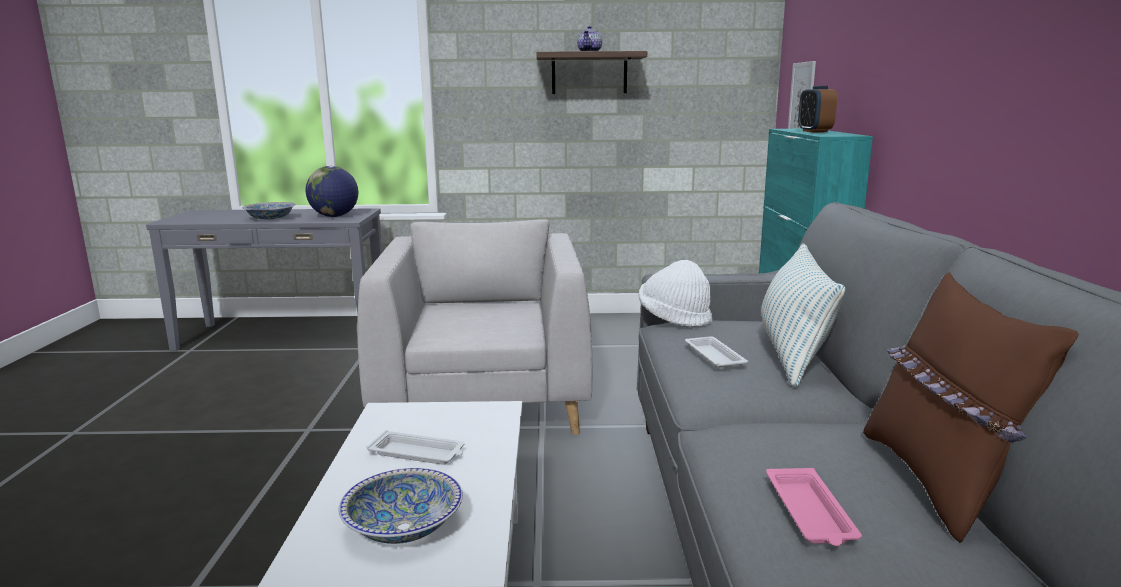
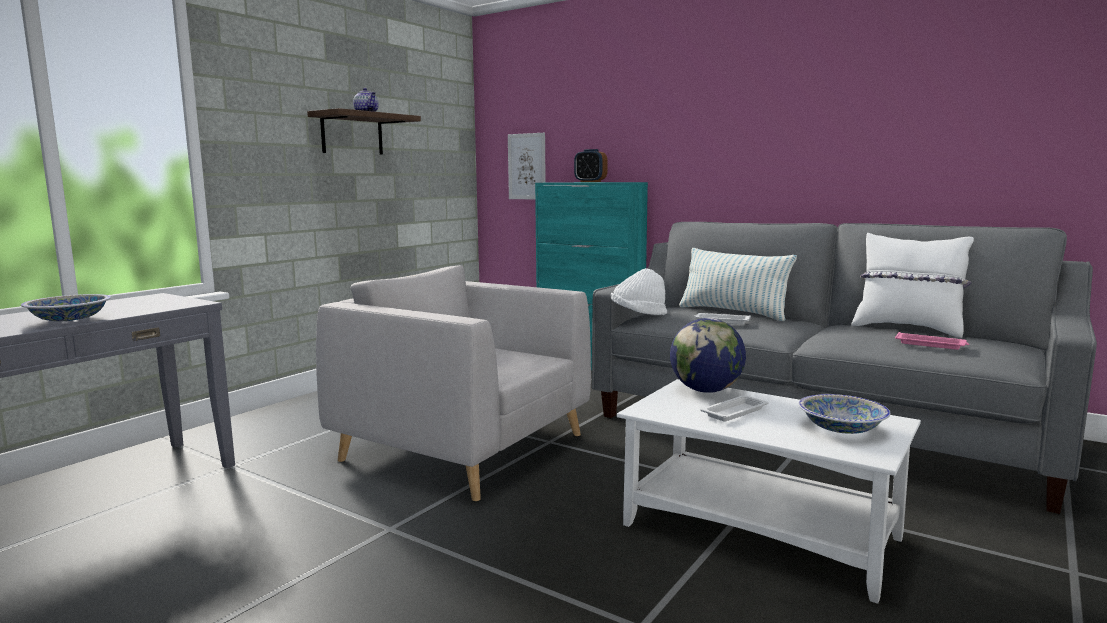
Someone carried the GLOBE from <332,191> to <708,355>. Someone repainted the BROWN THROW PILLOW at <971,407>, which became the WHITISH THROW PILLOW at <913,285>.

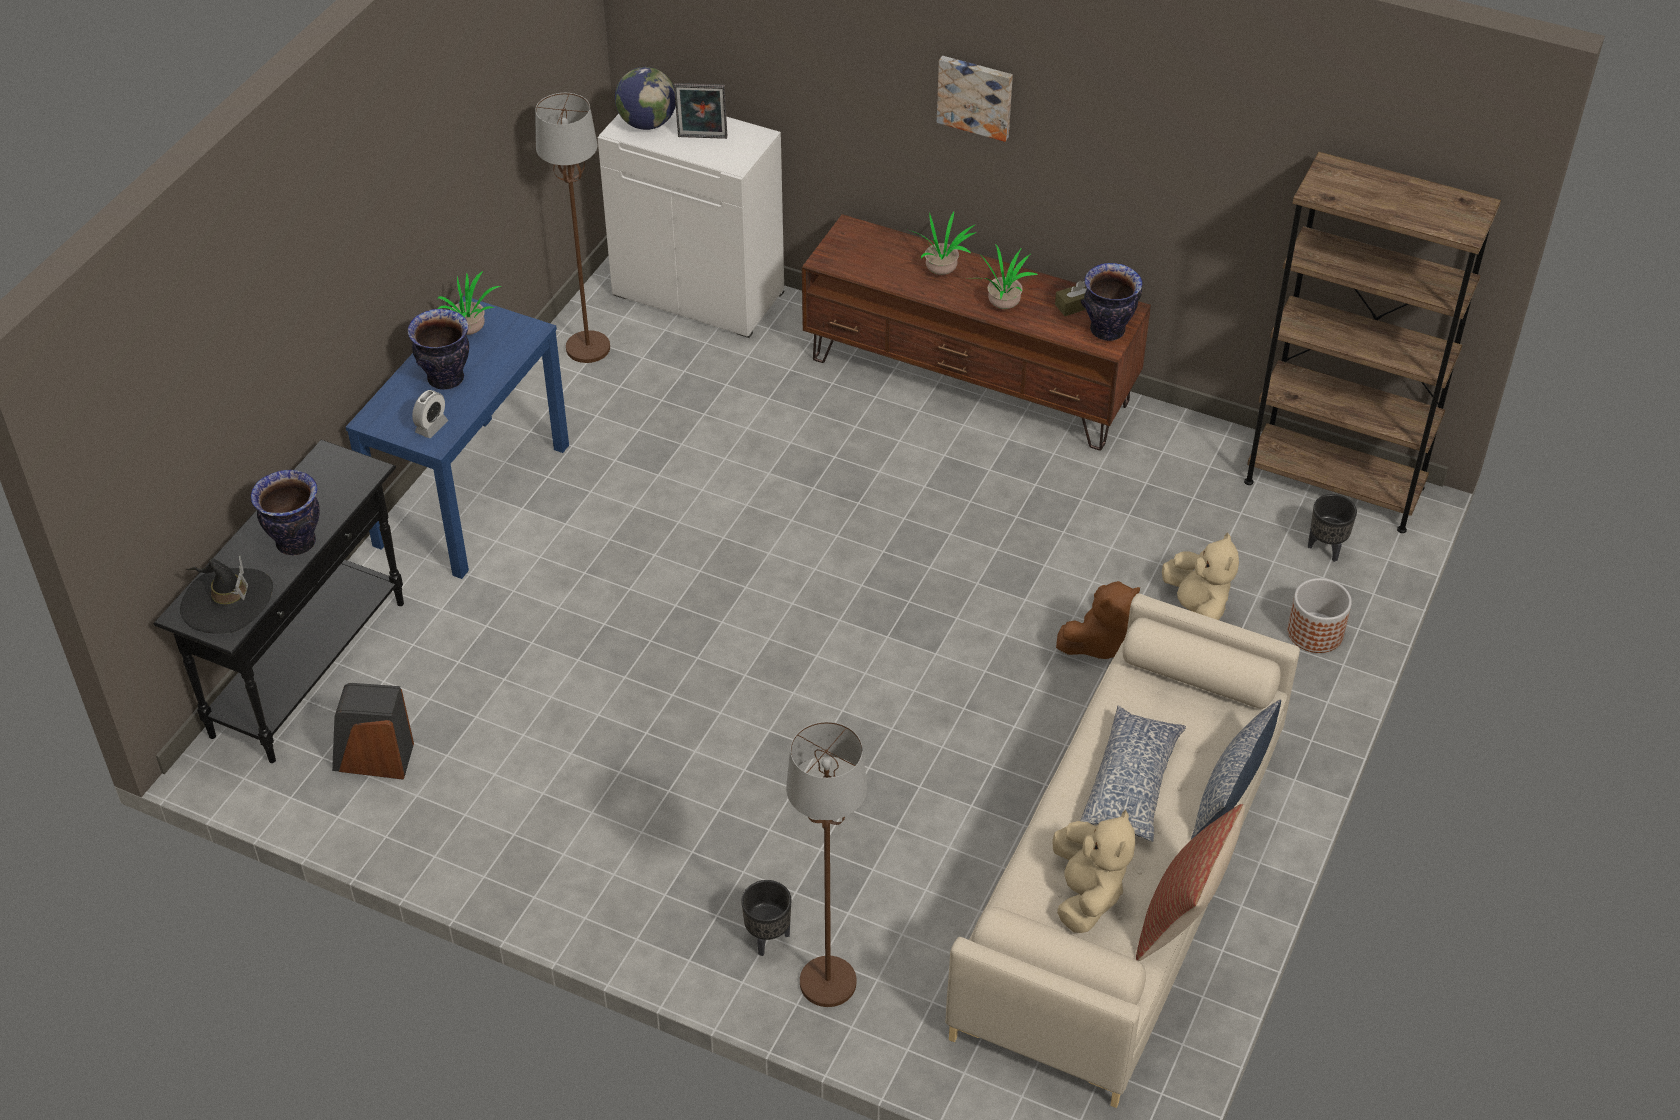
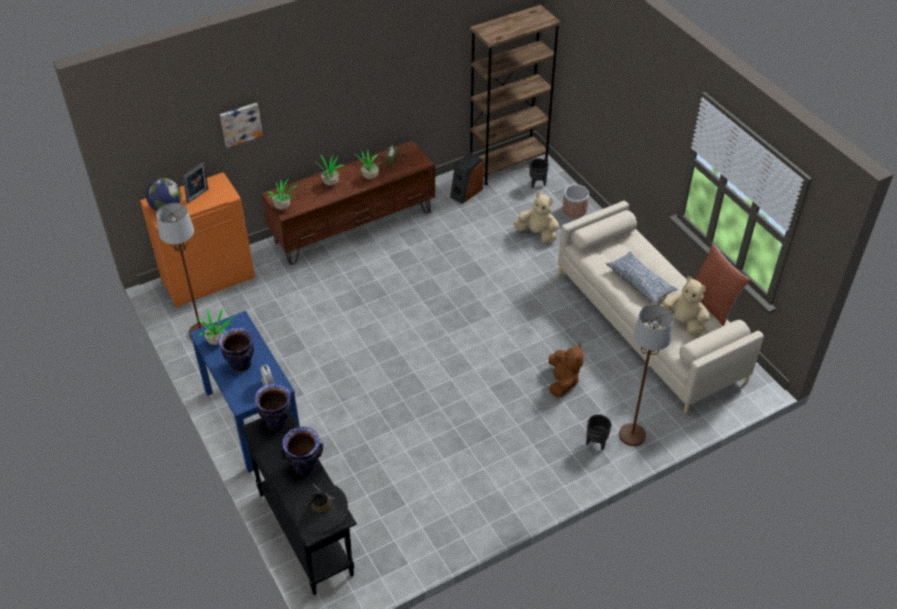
Someone carried the WALL PICTURE from <975,99> to <241,125>. Someone repainted the WHITISH CABINET at <691,222>, which became the ORANGEY CABINET at <197,239>. Someone carried the DECORATIVE VASE from <1111,302> to <272,406>. Someone carried the BROWN PLUSH TOY from <1098,620> to <566,370>. Someone carried the LOUDSPEAKER from <373,731> to <466,178>. Someone took away the THROW PILLOW at <1236,769>. Someone put down the HOUSEPLANT at <283,194>.

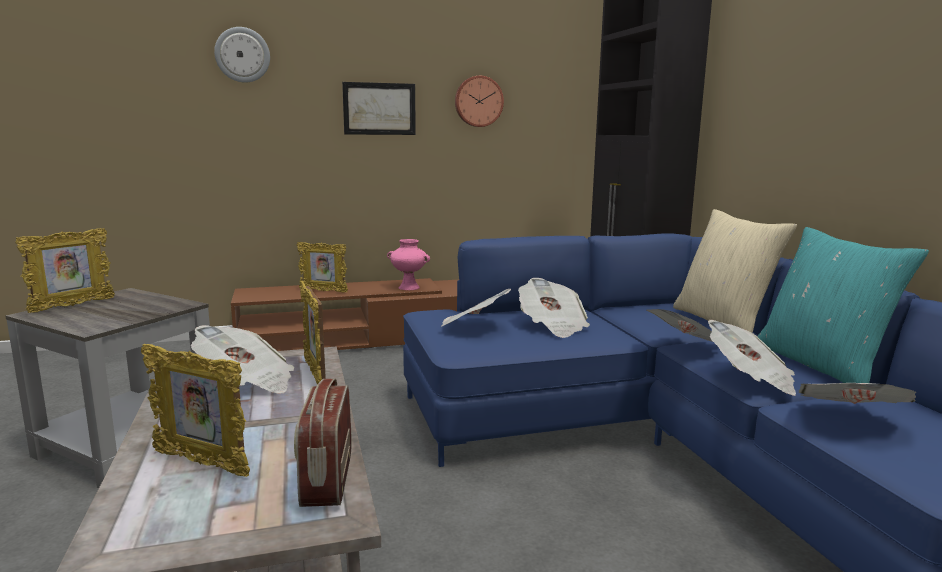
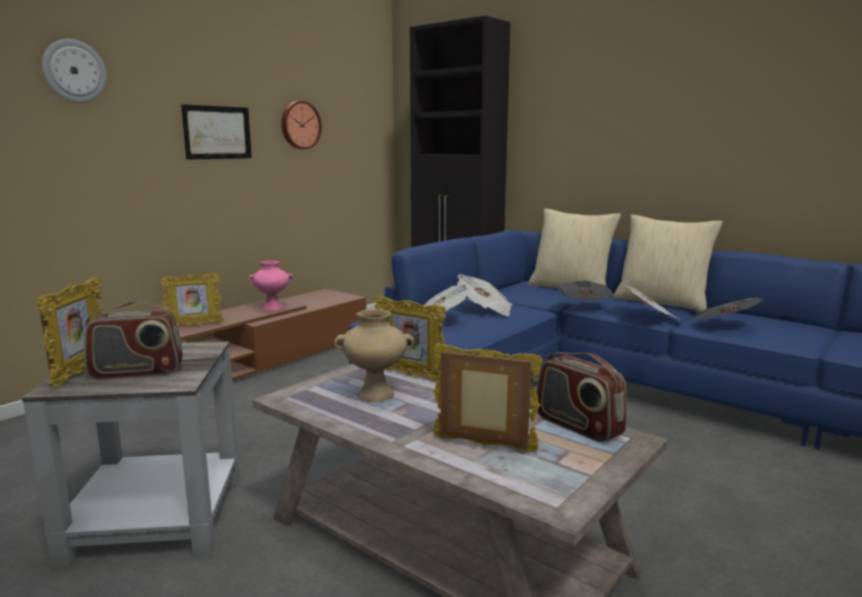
Someone repainted the TURQUOISE-COLOURED THROW PILLOW at <843,305>, which became the SAND-COLOURED THROW PILLOW at <668,263>. Someone swapped the DAILY PAPER at <242,359> for the SAND-COLOURED DECORATIVE VASE at <374,355>. Someone rotated the PHOTO FRAME at <195,410> by 150 degrees counterclockwise. Someone put down the RADIO at <133,340>.

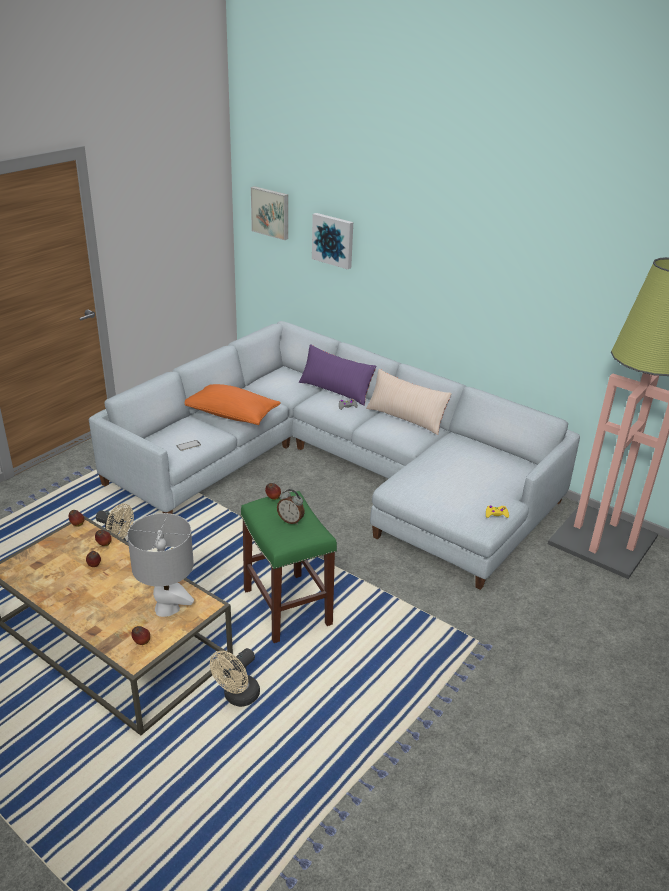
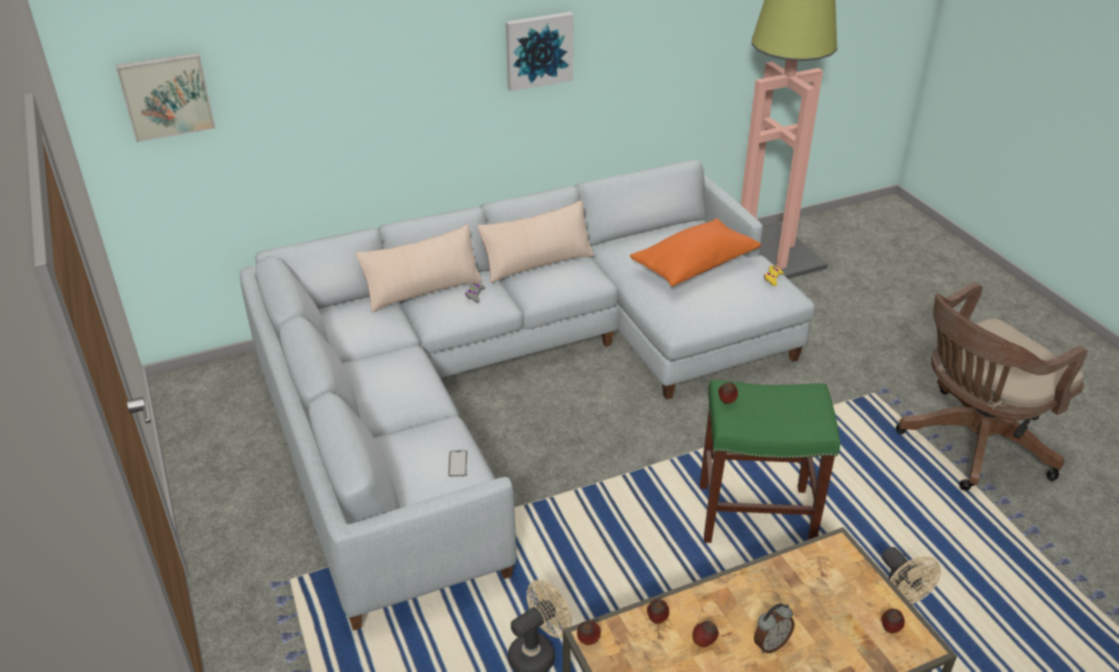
Someone carried the WALL PICTURE from <332,241> to <539,51>. Someone repainted the PURPLE-COLOURED THROW PILLOW at <337,375>, which became the SAND-COLOURED THROW PILLOW at <419,269>. Someone carried the ORANGEY THROW PILLOW from <233,404> to <695,252>. Someone carried the TABLE CLOCK from <291,507> to <774,628>. Someone took away the GREY TABLE LAMP at <160,565>. Someone put down the BROWN COMPUTER CHAIR at <992,386>.

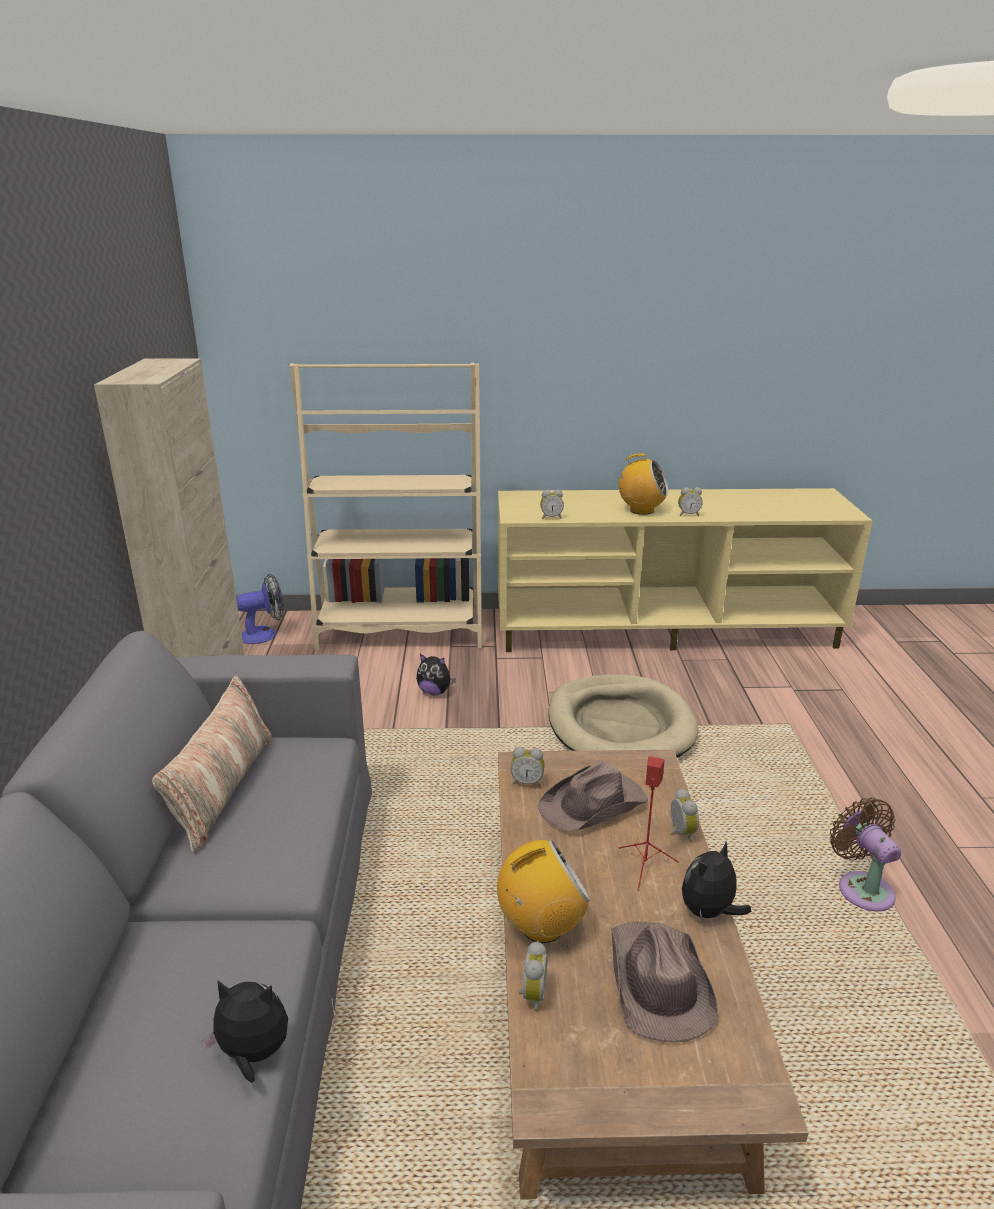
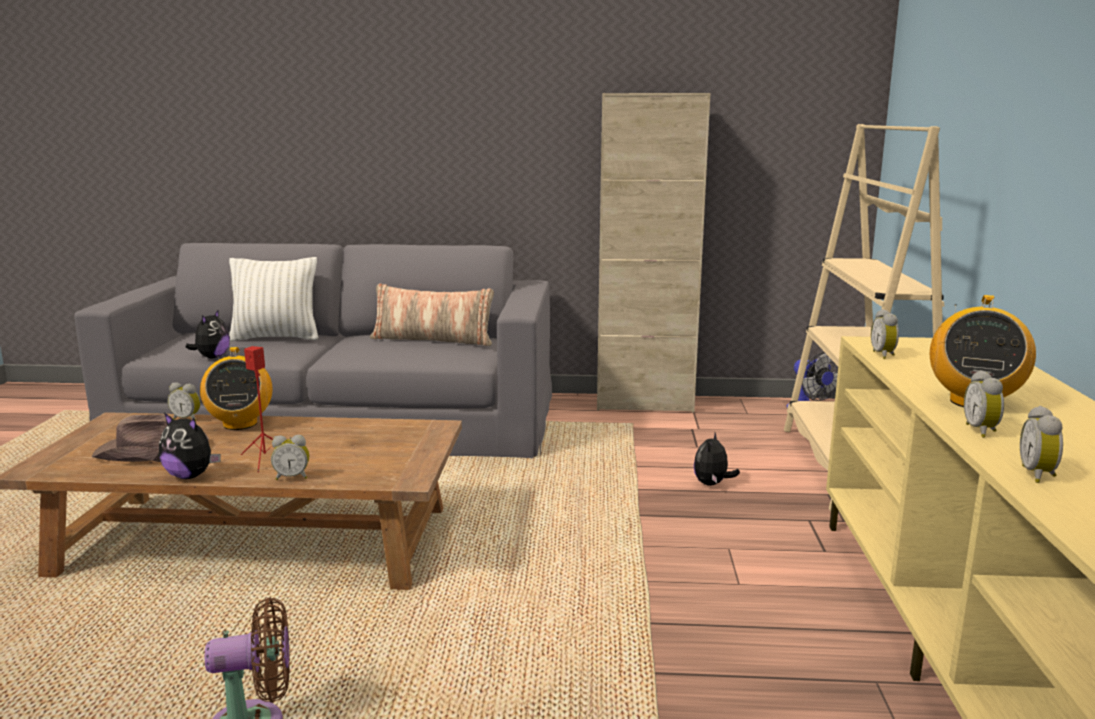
Someone took away the SAND-COLOURED PET BED at <623,716>. Someone carried the TABLE CLOCK from <527,767> to <1041,444>. Someone took away the BROWN CLOTHING HAT at <593,796>. Someone rotated the PLUSH TOY at <717,882> by 150 degrees clockwise. Someone put down the WHITISH THROW PILLOW at <273,299>.

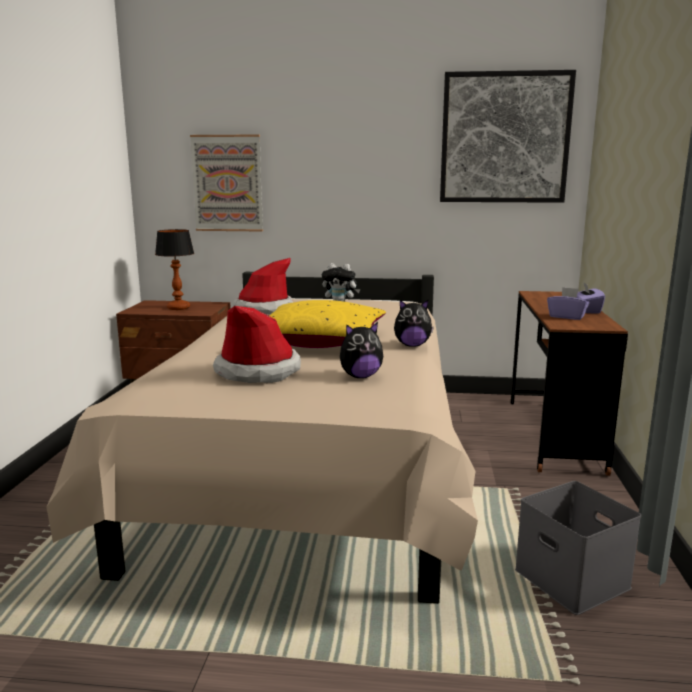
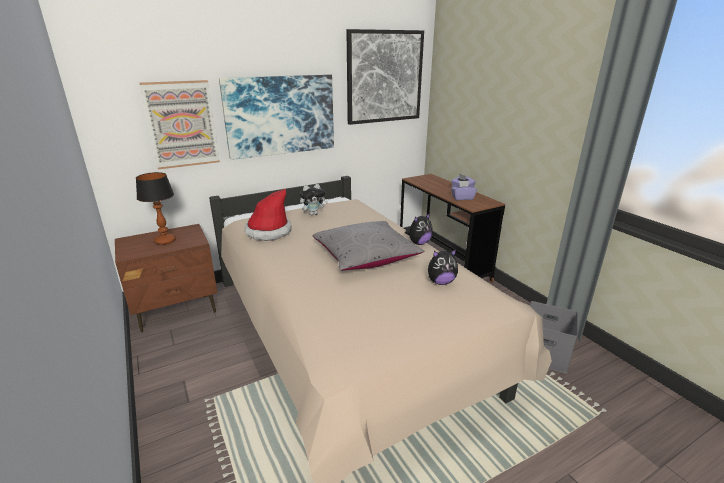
Someone repainted the YELLOW-COLOURED THROW PILLOW at <327,324>, which became the GREY THROW PILLOW at <368,245>. Someone took away the CLOTHING HAT at <257,344>. Someone rotated the PLUSH TOY at <361,350> by 45 degrees clockwise. Someone put up the WALL PICTURE at <276,117>.

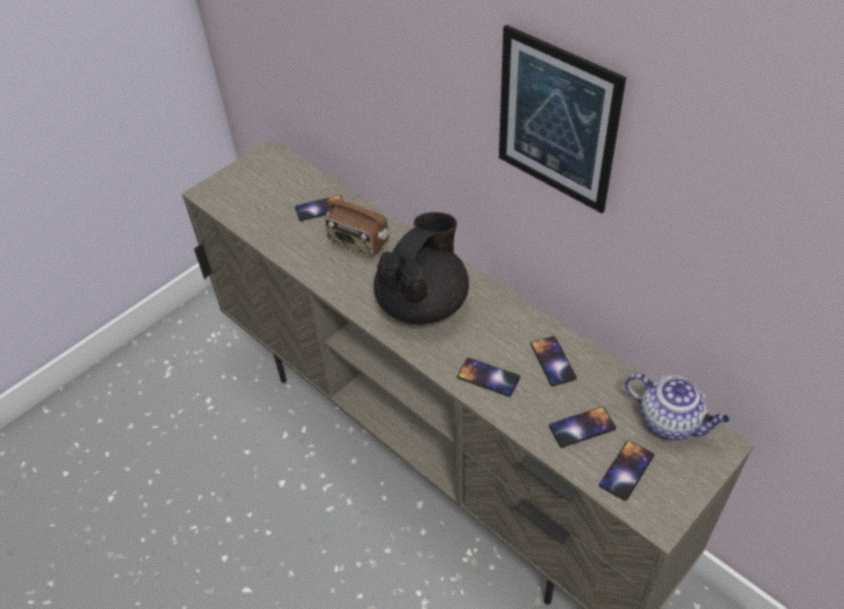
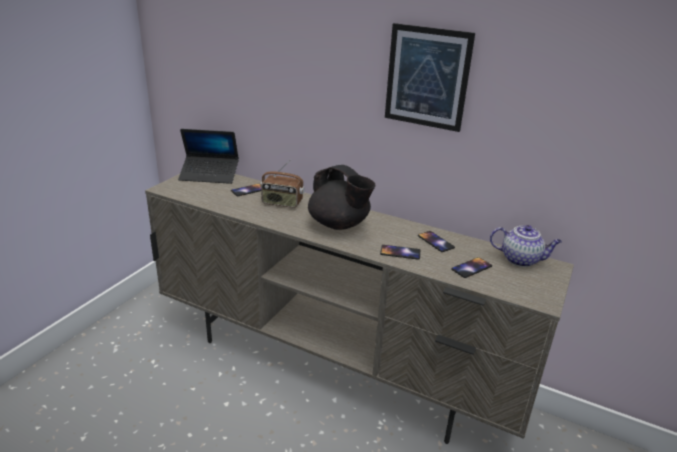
Someone rotated the BLACK-COLOURED TEA POT at <421,268> by 120 degrees clockwise. Someone took away the TELEPHONE at <626,470>. Someone put down the PORTABLE COMPUTER at <208,156>.

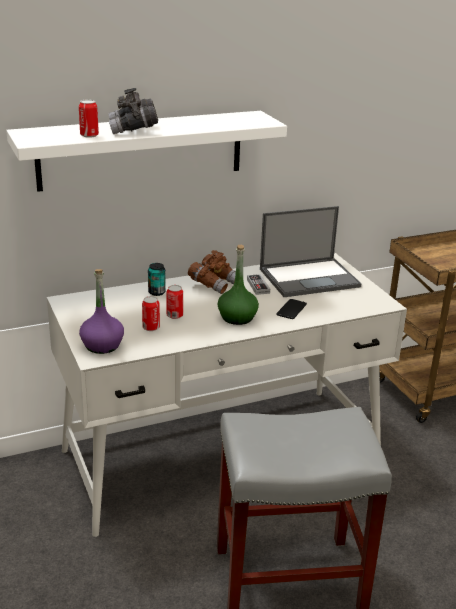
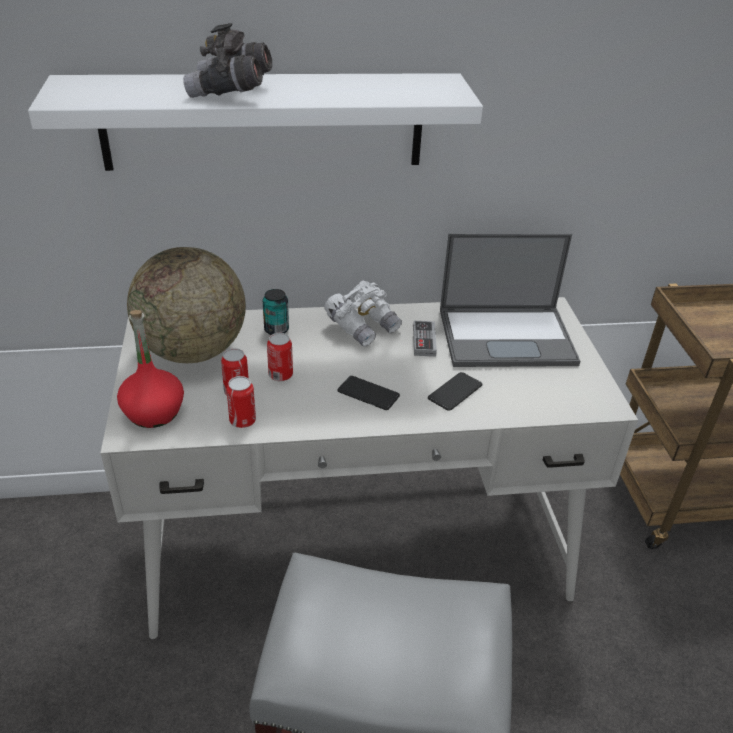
Someone carried the METAL CAN from <89,118> to <241,402>. Someone swapped the GREEN-COLOURED BEVERAGE BOTTLE at <238,285> for the TELEPHONE at <368,393>. Someone repainted the BROWN BINOCULARS at <212,272>, which became the WHITISH BINOCULARS at <363,314>. Someone repainted the PURPLE-COLOURED BEVERAGE BOTTLE at <101,311>, which became the REDDISH BEVERAGE BOTTLE at <150,369>. Someone put down the GLOBE at <186,305>.

